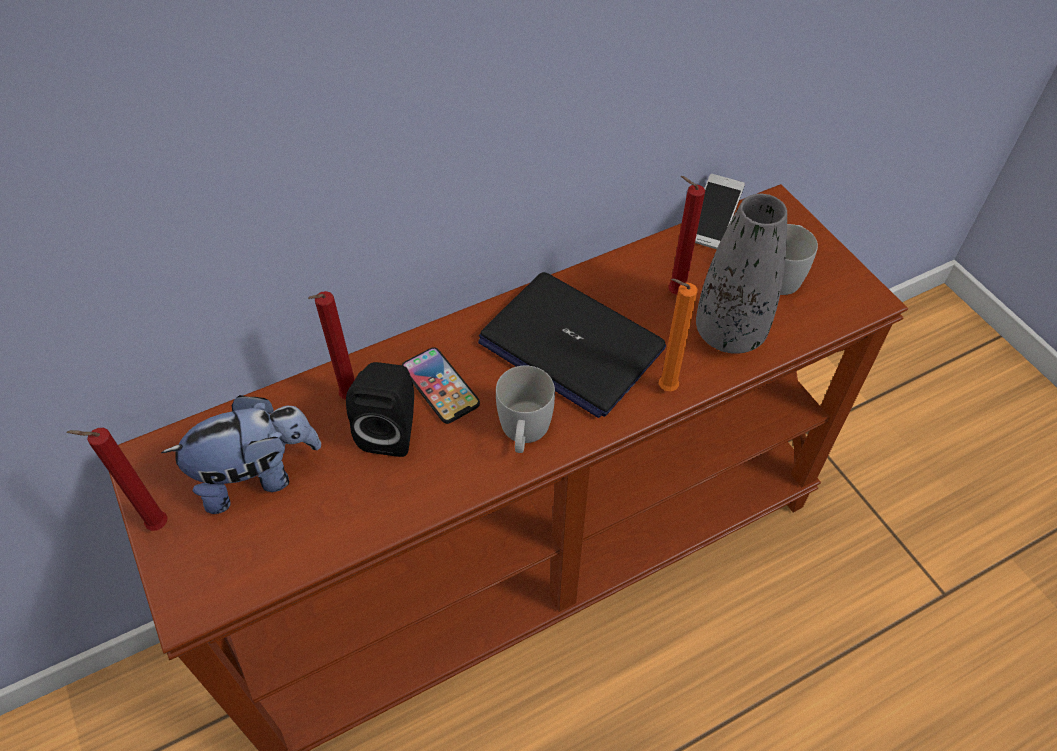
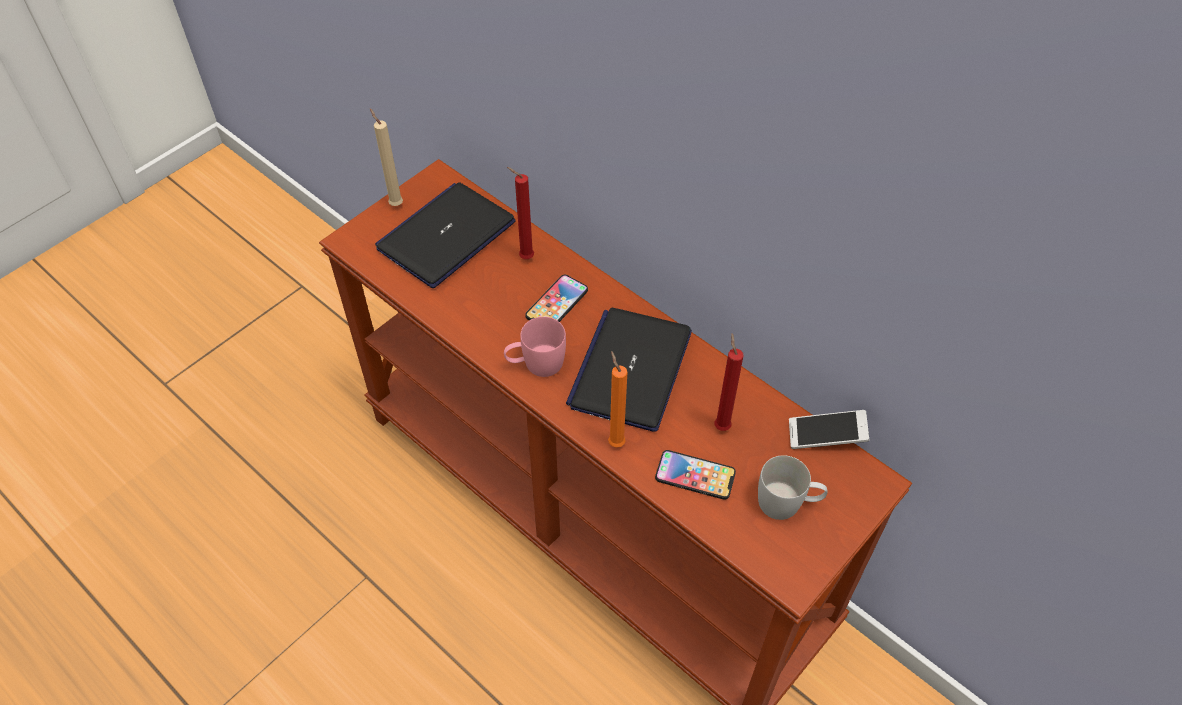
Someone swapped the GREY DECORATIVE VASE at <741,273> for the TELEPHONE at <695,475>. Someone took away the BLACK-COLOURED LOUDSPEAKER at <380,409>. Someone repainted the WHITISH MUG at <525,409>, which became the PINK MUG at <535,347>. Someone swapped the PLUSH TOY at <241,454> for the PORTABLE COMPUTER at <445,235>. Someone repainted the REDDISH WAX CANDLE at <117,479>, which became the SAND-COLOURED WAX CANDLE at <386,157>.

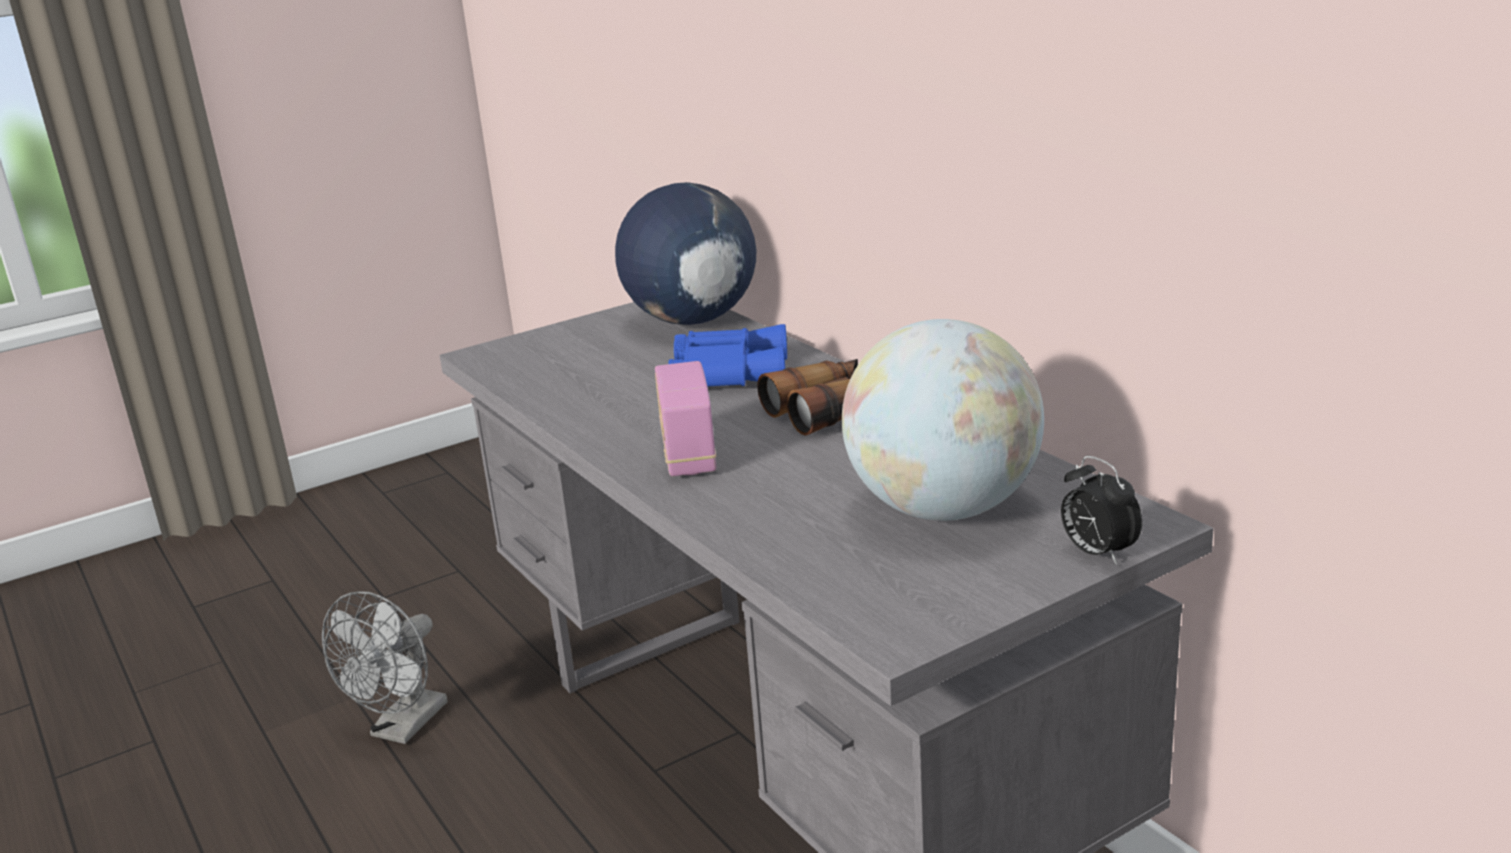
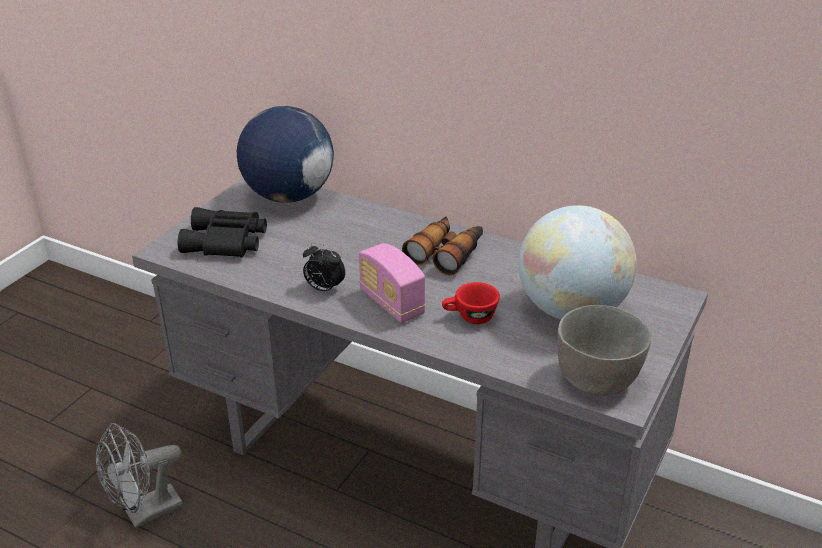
Someone took away the BLUE BINOCULARS at <727,355>. Someone carried the TABLE CLOCK from <1101,510> to <324,268>. Someone rotated the GREY FAN at <385,667> by 60 degrees clockwise. Someone put down the BLACK-COLOURED BINOCULARS at <222,232>. Someone put down the REDDISH SMALL CUP at <471,303>. Someone put down the GREY DEEP DISH at <604,350>.

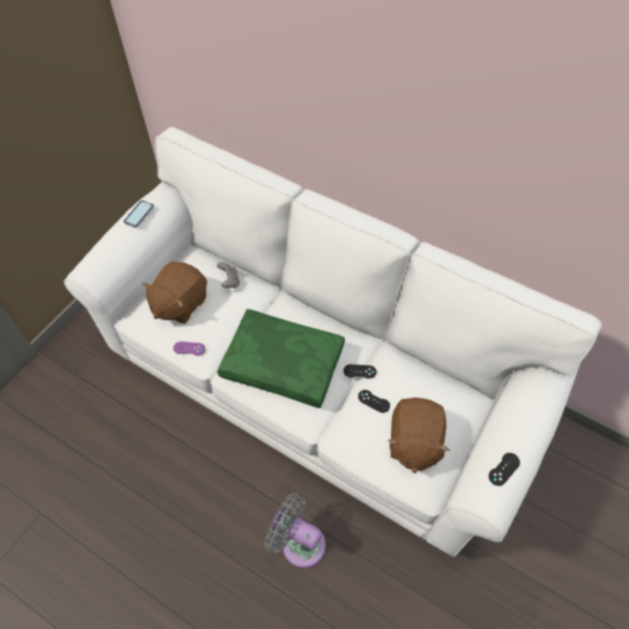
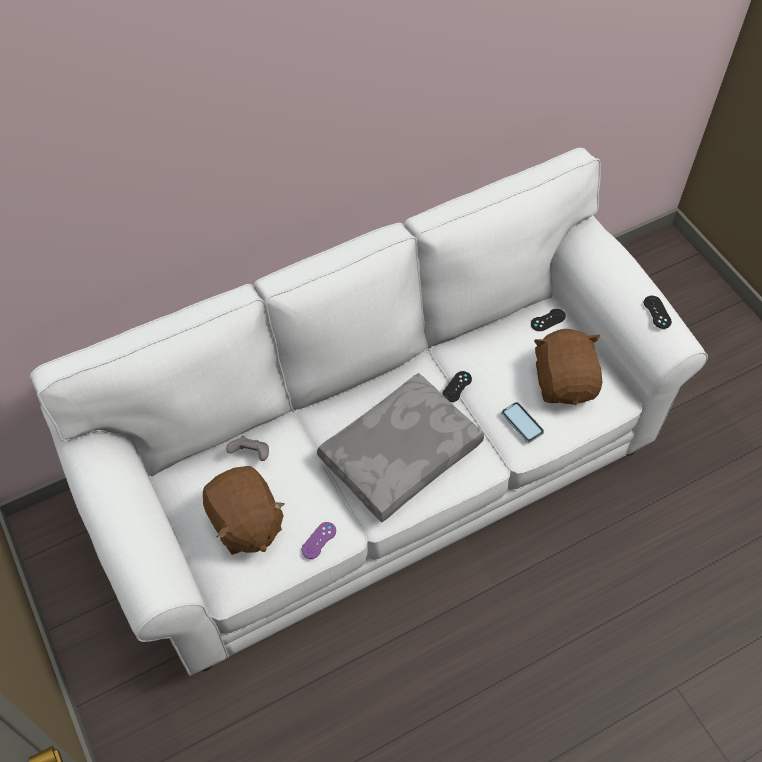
Someone carried the TELEPHONE from <138,214> to <522,422>. Someone repainted the GREEN-COLOURED THROW PILLOW at <281,358>, which became the GREY THROW PILLOW at <400,447>. Someone carried the BLACK-COLOURED GAMEPAD from <374,401> to <548,320>. Someone rotated the BROWN PLUSH TOY at <419,435> by 135 degrees counterclockwise. Someone took away the GREY FAN at <295,530>.

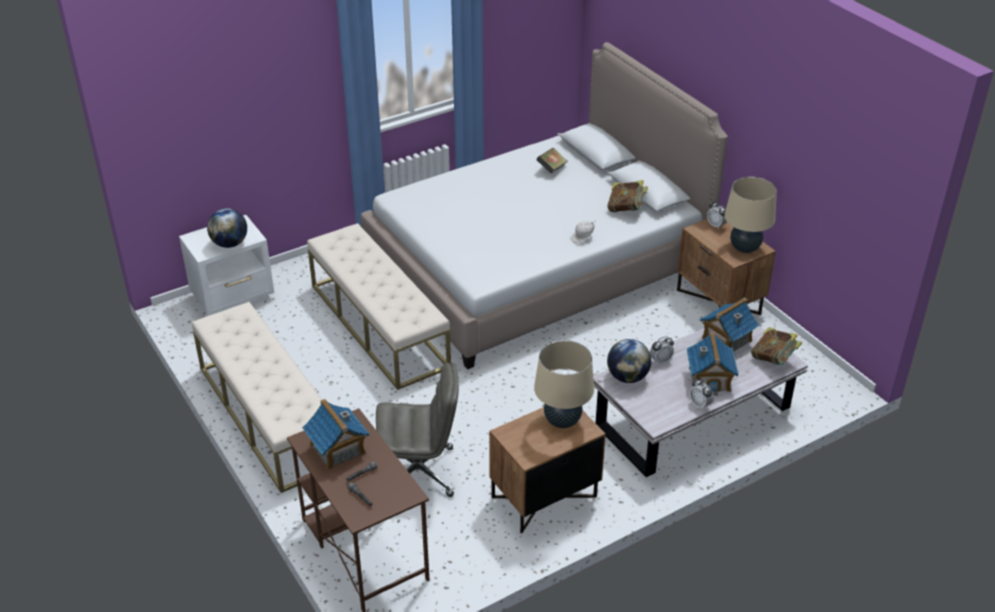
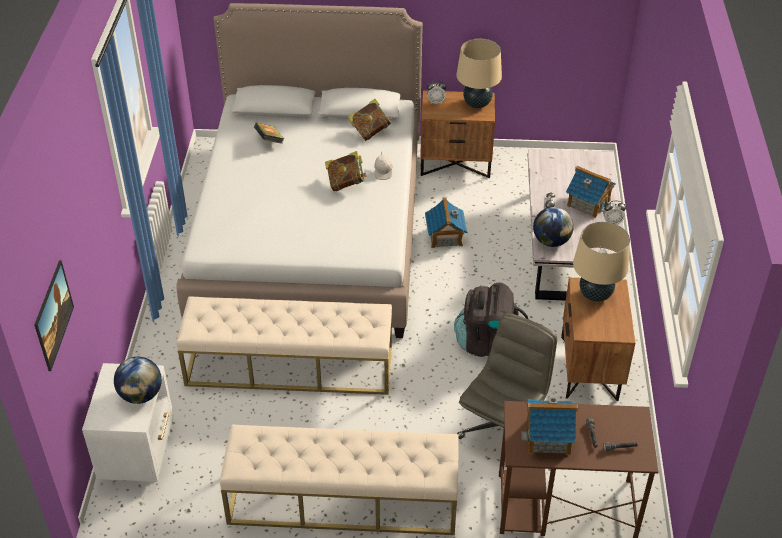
Someone carried the MODEL HOUSE from <729,325> to <446,222>. Someone carried the BOUND BOOK from <776,346> to <346,171>. Someone put up the WALL PICTURE at <54,315>. Someone put down the BLACK-COLOURED KNAPSACK at <491,320>.

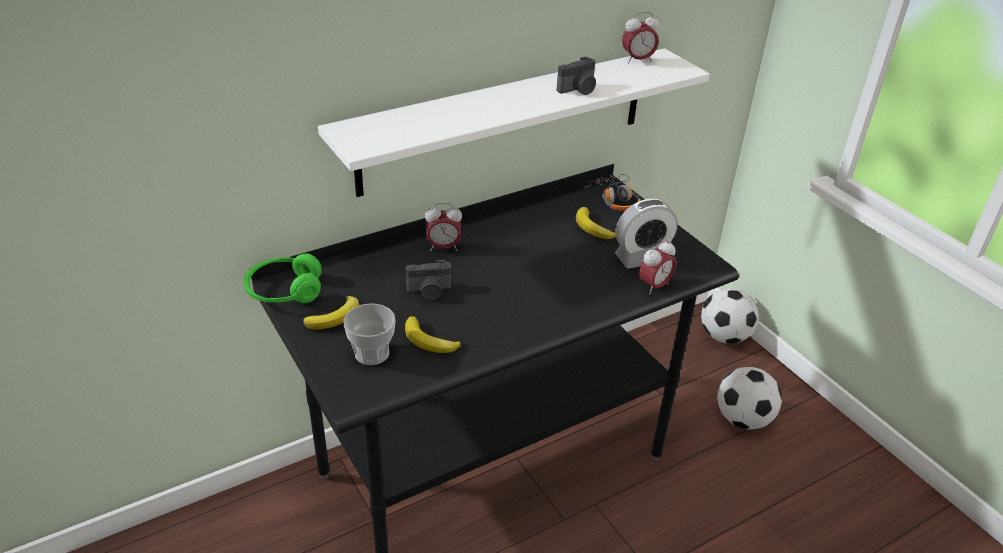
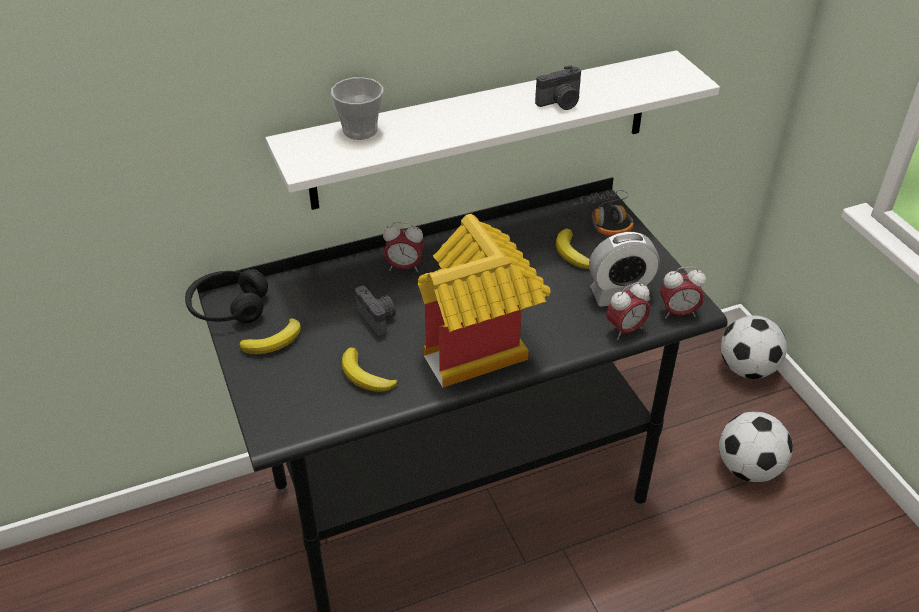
Someone carried the TABLE CLOCK from <640,38> to <683,292>. Someone repainted the GREEN-COLOURED HEADSET at <283,278>, which became the BLACK-COLOURED HEADSET at <226,296>. Someone rotated the STILL CAMERA at <428,280> by 120 degrees counterclockwise. Someone carried the SMALL CUP from <369,334> to <357,108>. Someone put down the MODEL HOUSE at <484,300>.

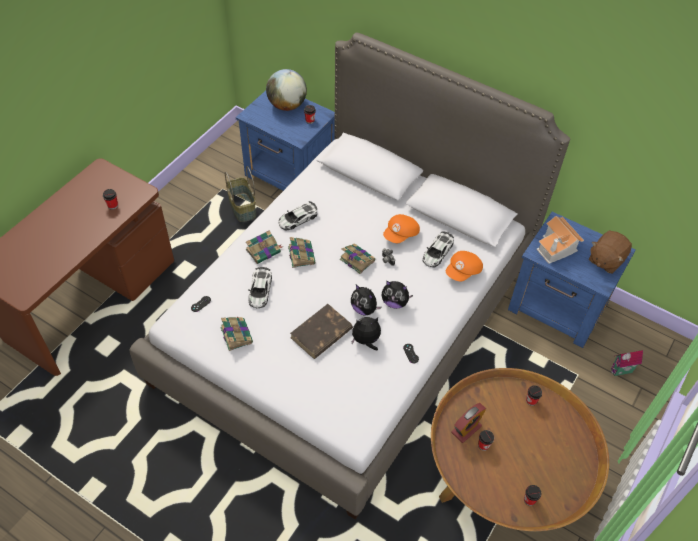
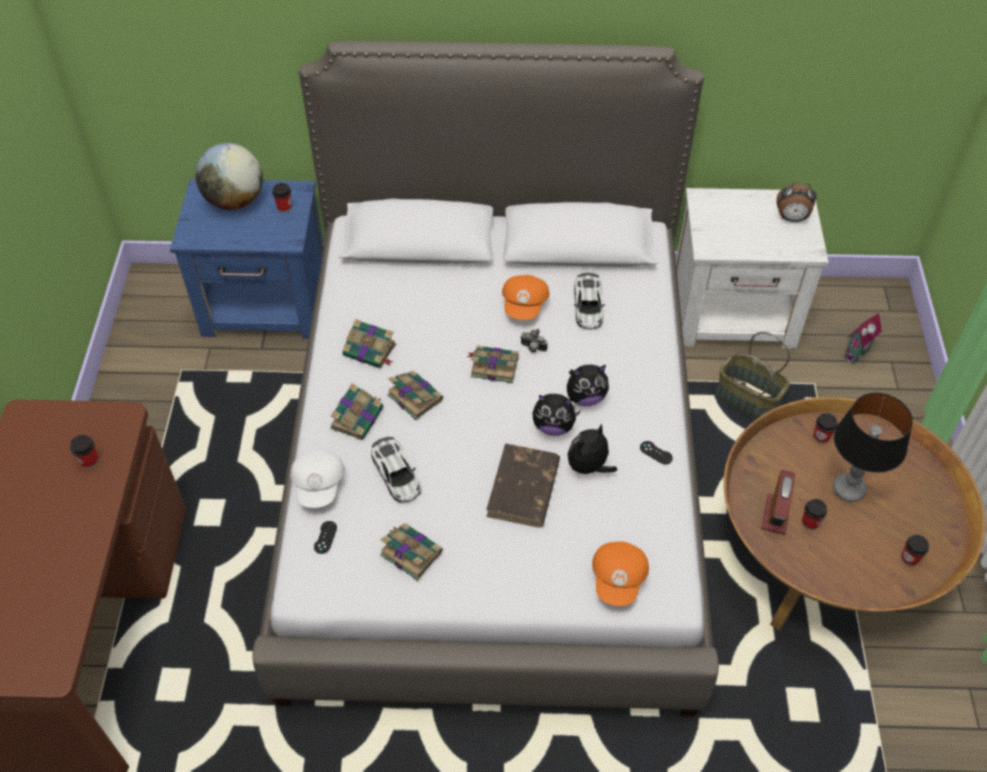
Someone carried the BASKET from <240,194> to <753,375>. Someone swapped the MINIATURE CAR at <297,215> for the BOUND BOOK at <369,343>. Someone repainted the BLUE BEDSIDE TABLE at <572,280>, which became the WHITISH BEDSIDE TABLE at <752,268>. Someone took away the MODEL HOUSE at <560,240>. Someone swapped the BROWN PLUSH TOY at <610,252> for the TABLE CLOCK at <797,202>. Someone carried the ORANGEY PEAKED CAP from <464,266> to <620,573>. Someone put down the TABLE LAMP at <873,447>. Someone put down the WHITISH PEAKED CAP at <317,479>.

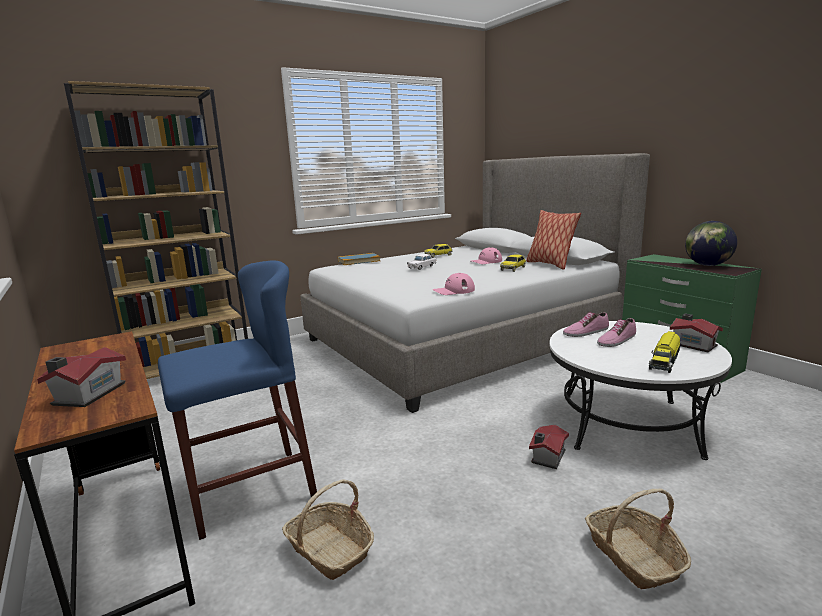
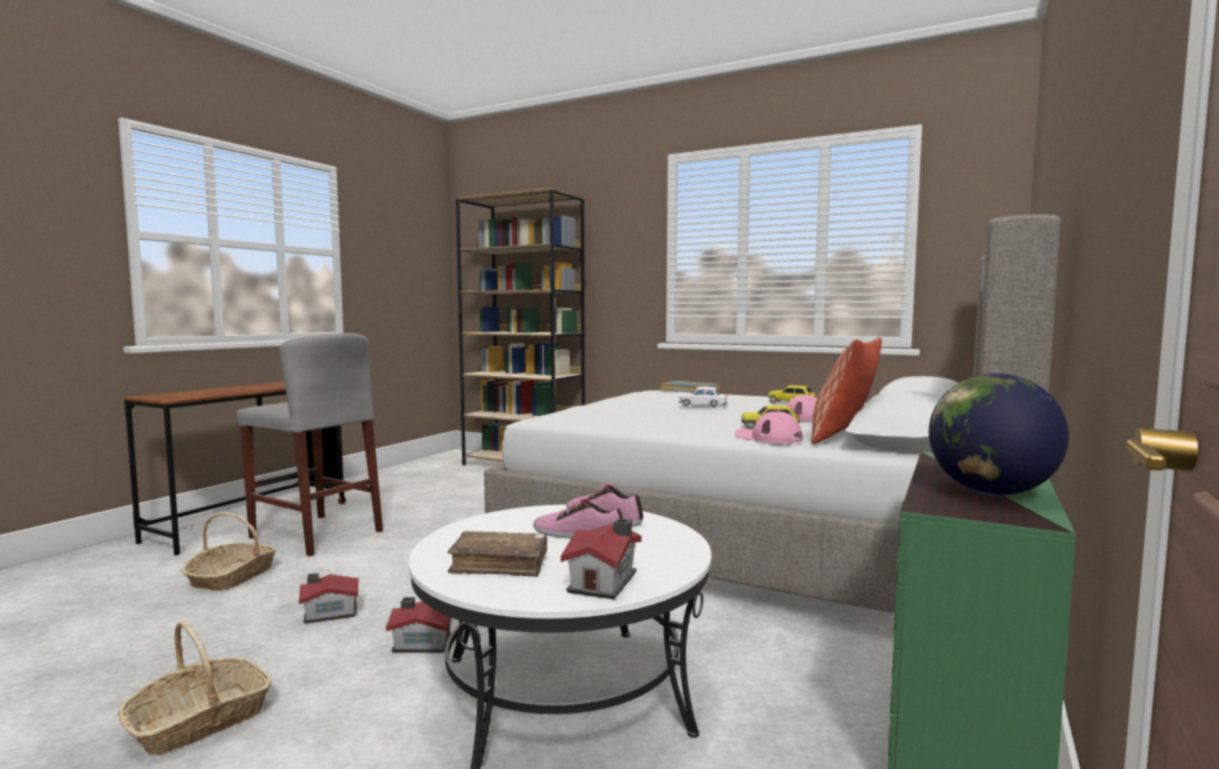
Someone repainted the BLUE STOOL at <237,400>, which became the GREY STOOL at <310,444>. Someone carried the PINK PEAKED CAP from <454,284> to <768,427>. Someone swapped the MODEL TRUCK at <664,352> for the BROWN BOUND BOOK at <497,554>. Someone carried the MODEL HOUSE from <81,377> to <329,598>.

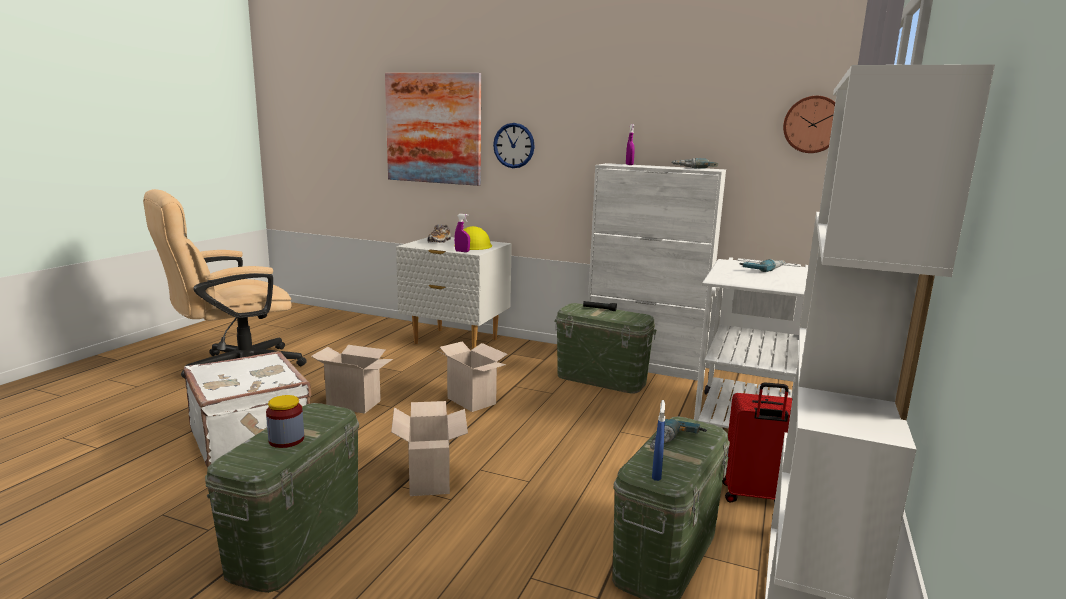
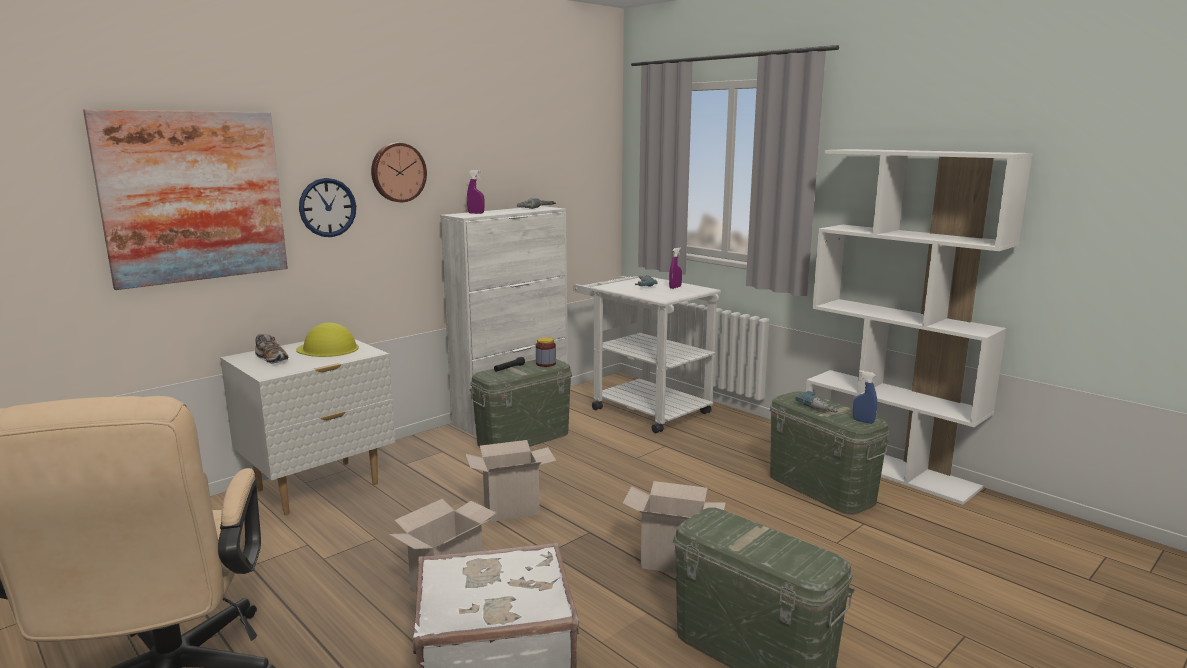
Someone carried the CLOCK ON THE WALL from <809,124> to <399,172>. Someone carried the PURPLE-COLOURED HAND SPRAYER from <462,233> to <675,268>. Someone took away the REDDISH PIECE OF LUGGAGE at <758,442>. Someone carried the PRESERVE JAR from <285,421> to <546,352>.

